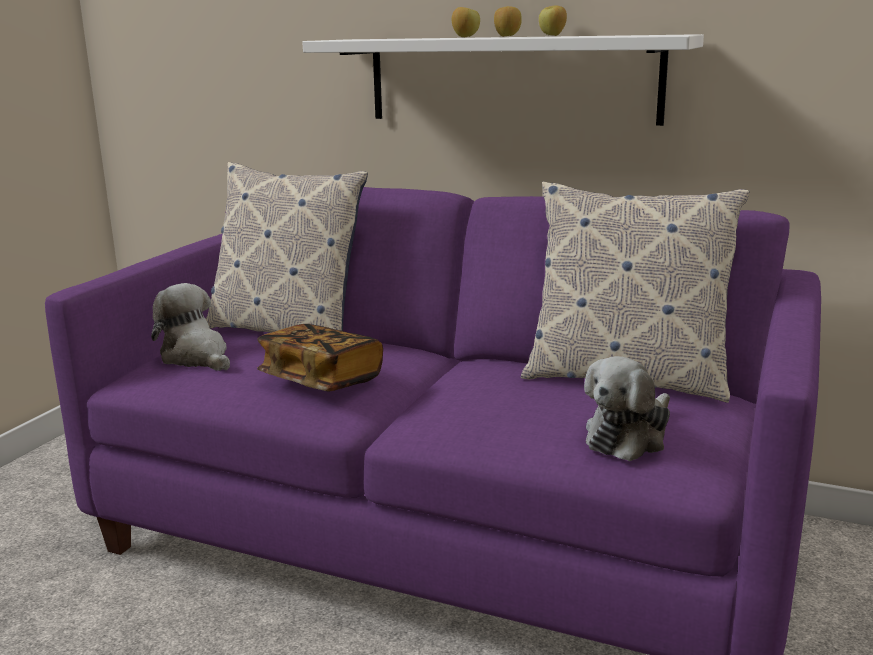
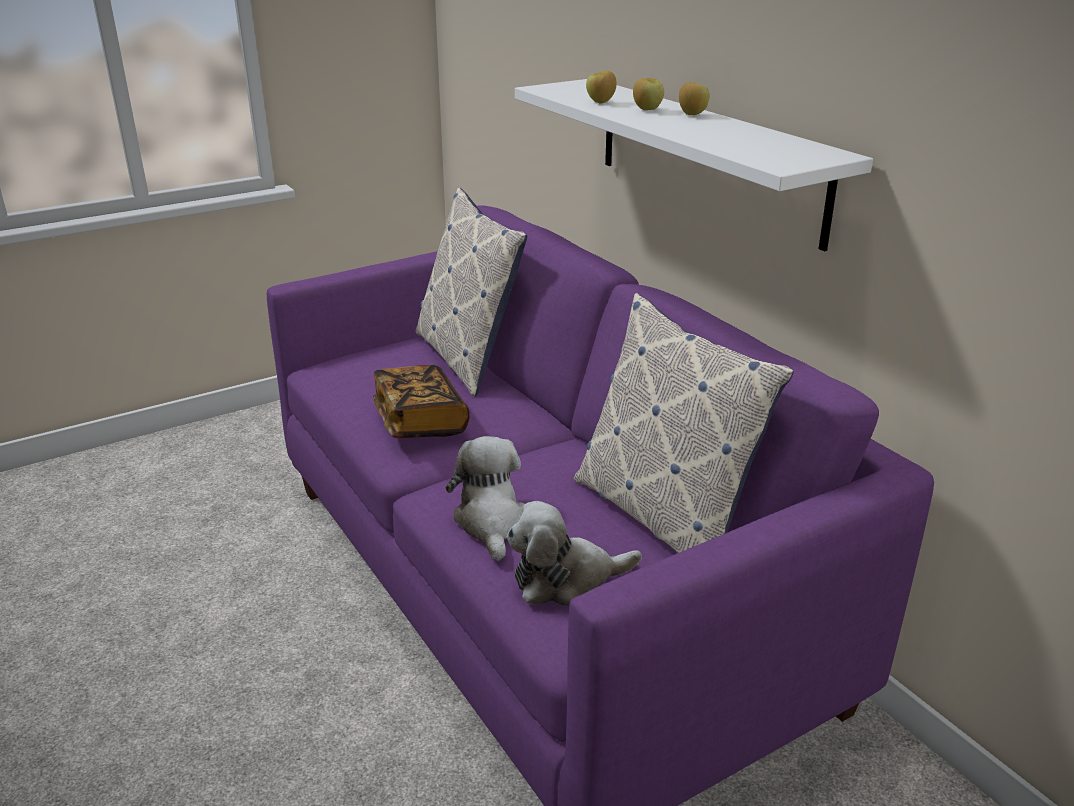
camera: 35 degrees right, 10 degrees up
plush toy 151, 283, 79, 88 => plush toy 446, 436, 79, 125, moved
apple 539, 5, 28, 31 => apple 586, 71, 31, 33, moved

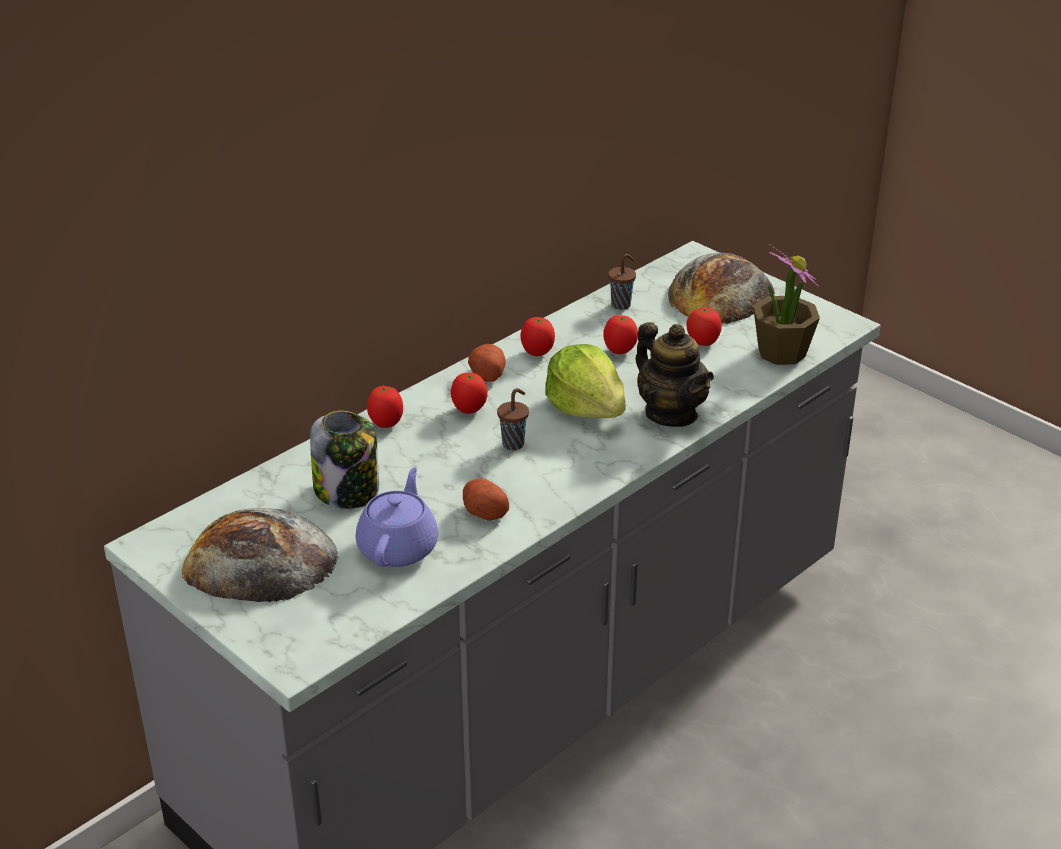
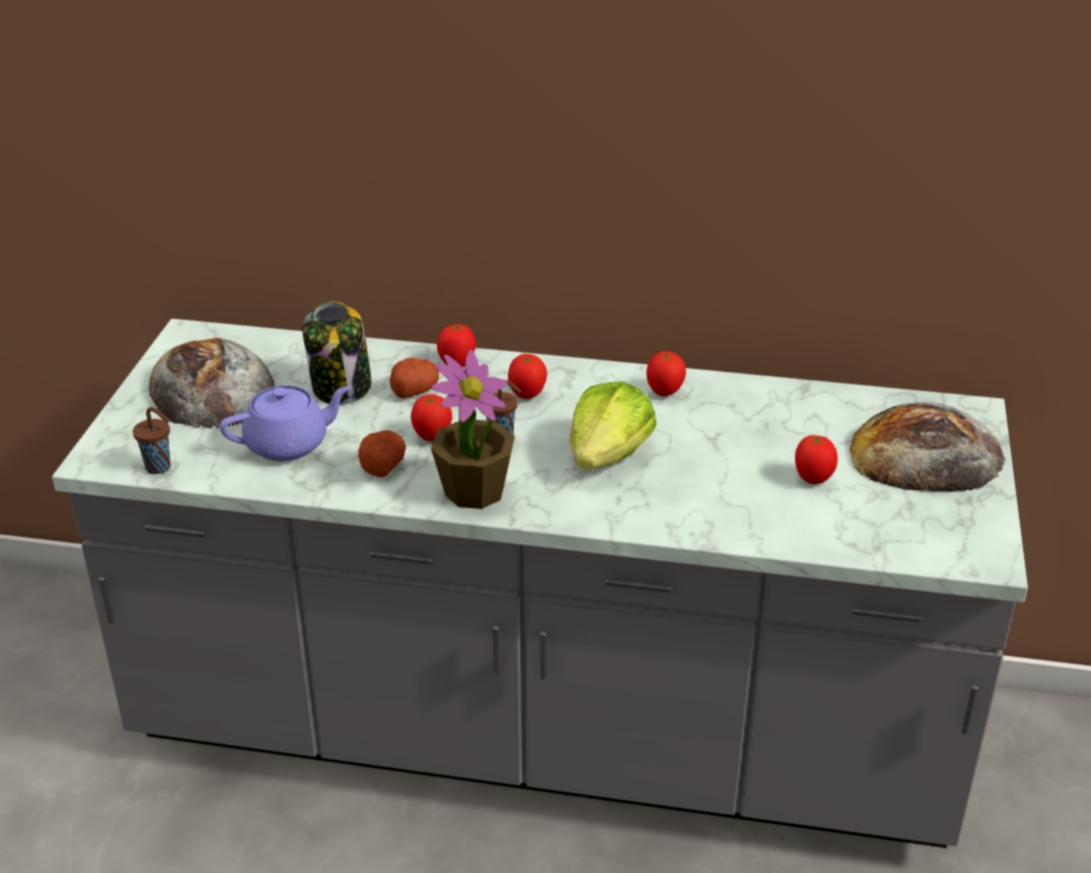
camera: 55 degrees right, 0 degrees up
spud 468, 344, 38, 38 => spud 390, 357, 49, 41, moved
whole tomato 603, 315, 35, 39 => whole tomato 411, 394, 41, 47, moved
brownish small cup 608, 254, 28, 56 => brownish small cup 133, 407, 38, 67, moved
tea pot 636, 322, 78, 105 => nothing
potted plant 753, 244, 67, 121 => potted plant 431, 350, 84, 159, moved

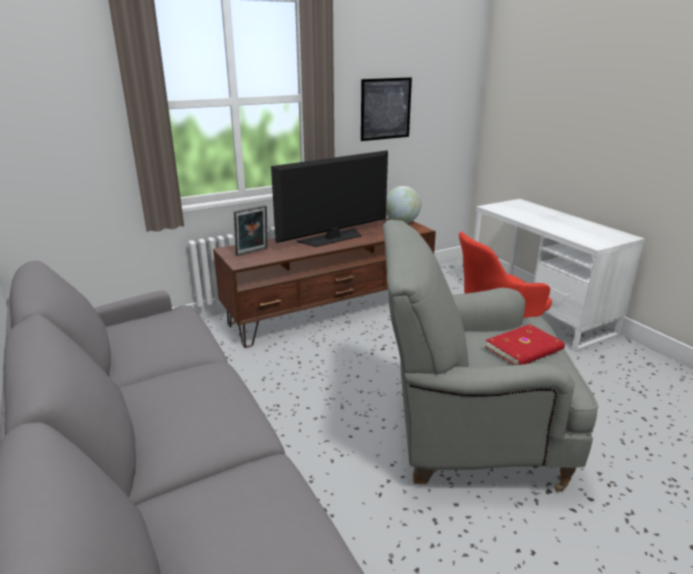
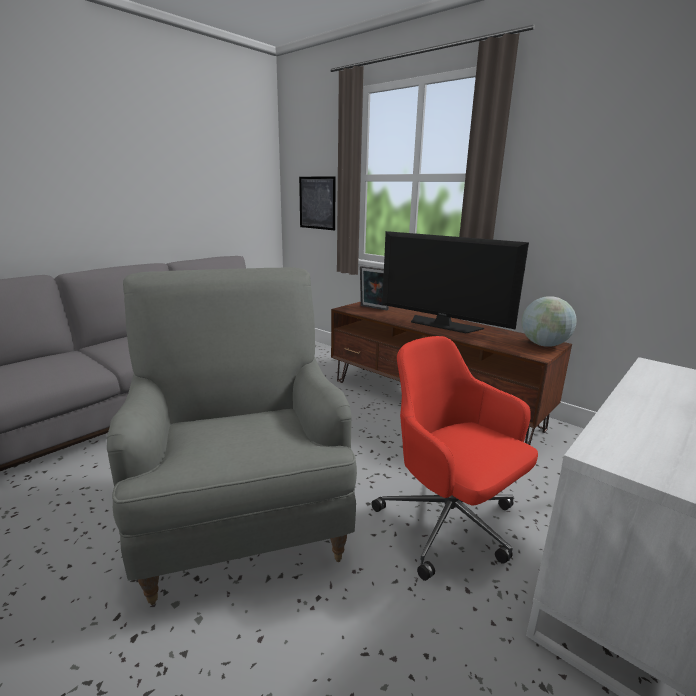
camera: 70 degrees right, 5 degrees down
wall picture 361, 77, 51, 64 => wall picture 299, 176, 37, 54, moved
red-coloured volume 485, 324, 80, 41 => nothing

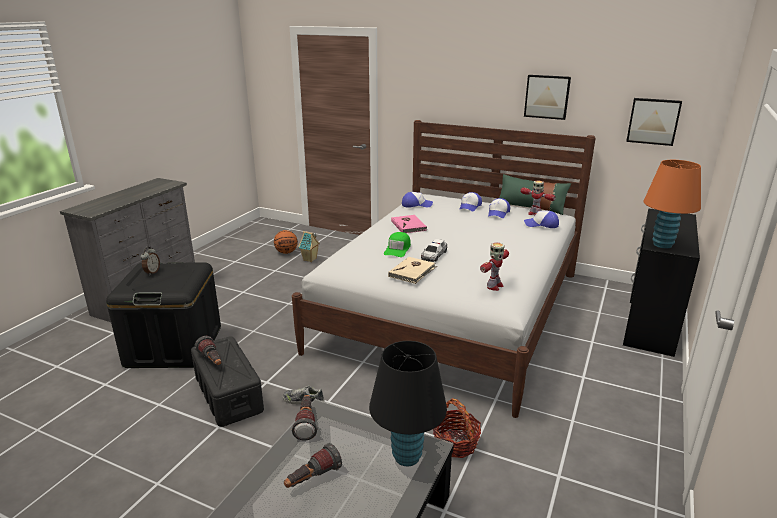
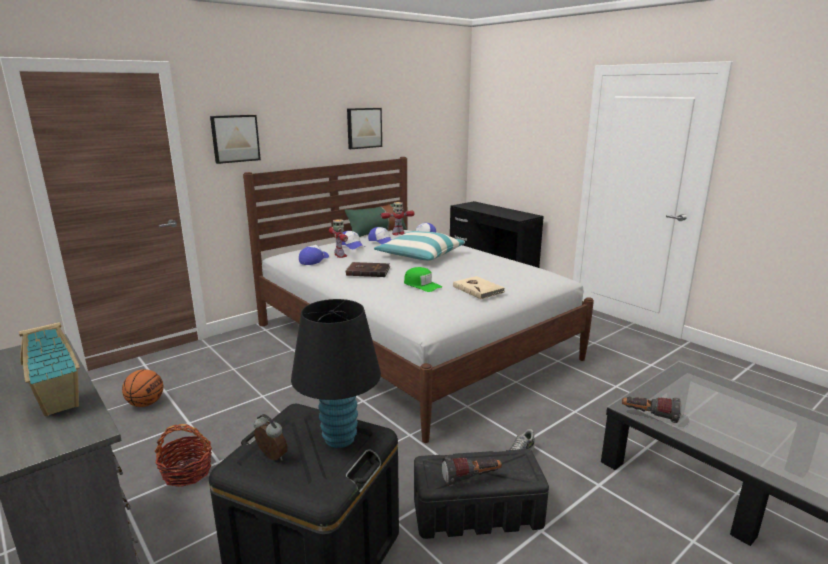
camera: 65 degrees left, 5 degrees down
torch 284, 443, 58, 45 => nothing
toy house 298, 231, 22, 31 => toy house 19, 322, 61, 94, moved
black table lamp 369, 341, 78, 125 => black table lamp 291, 299, 90, 149, moved
pinkish volume 391, 215, 36, 18 => brownish volume 346, 262, 44, 15
toy car 421, 239, 26, 23 => nothing
household basket 433, 398, 48, 60 => household basket 155, 424, 57, 63, moved
model robot 480, 242, 29, 49 => model robot 329, 219, 19, 39, moved
wall picture 626, 98, 56, 48 => wall picture 210, 115, 51, 49, moved
orange table lamp 644, 160, 57, 89 => nothing
nothing => pillow 374, 231, 91, 30

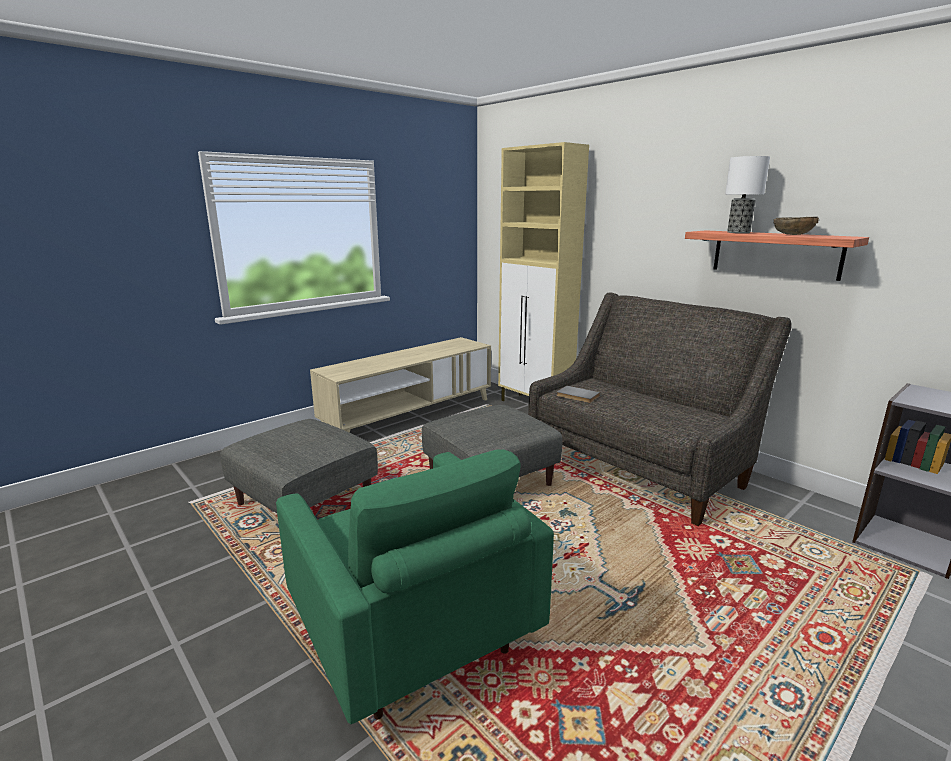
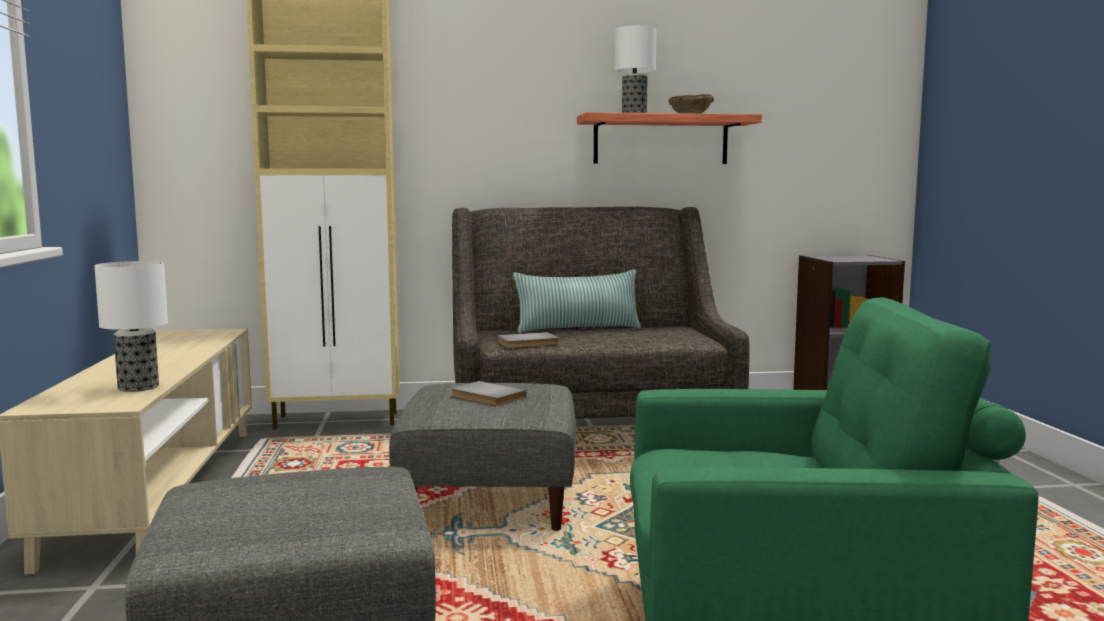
camera: 55 degrees left, 10 degrees down
nothing => table lamp 94, 261, 74, 131
nothing => gray volume 451, 381, 76, 25
nothing => pillow 513, 269, 128, 65

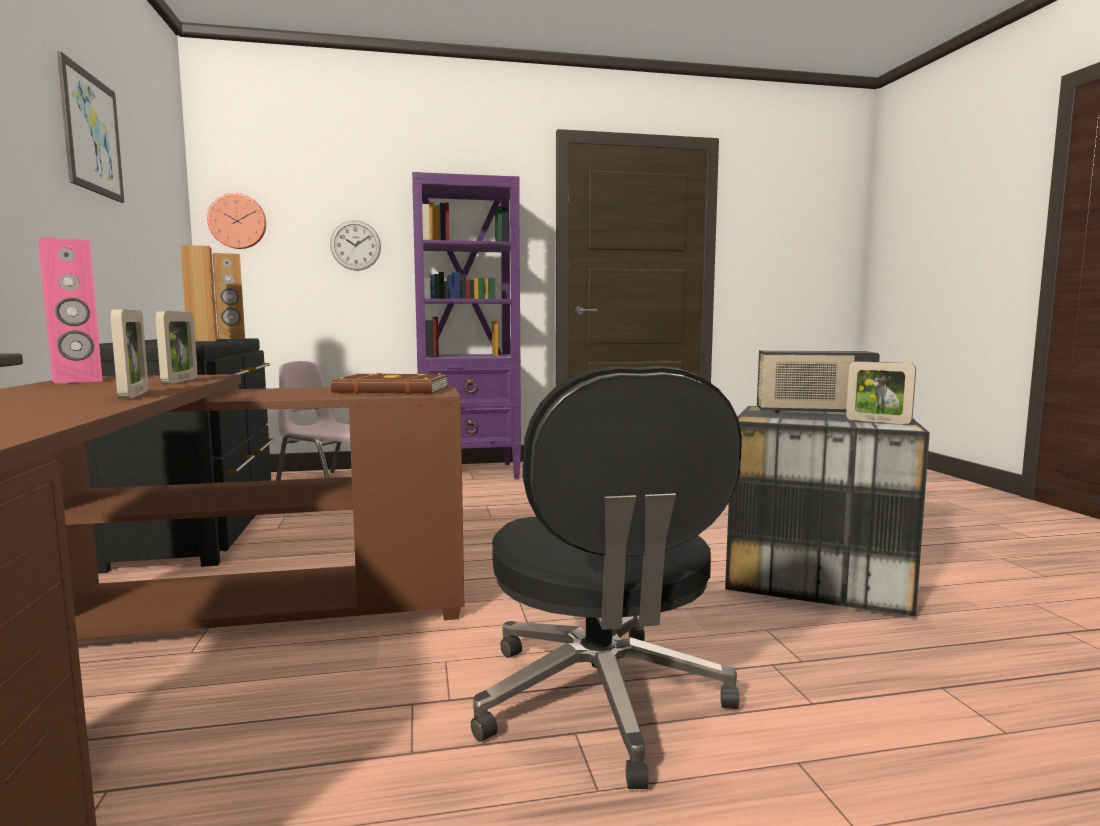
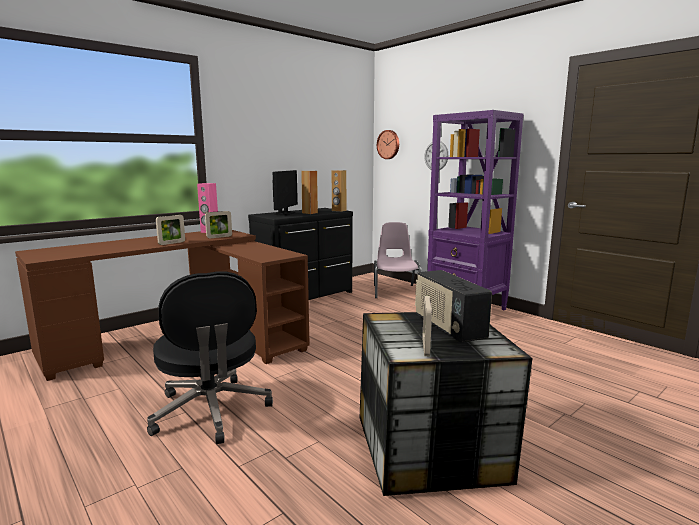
camera: 60 degrees right, 5 degrees up
wall picture 57, 51, 67, 152 => nothing
brownish volume 331, 373, 117, 21 => nothing
black computer chair 471, 366, 271, 423 => black computer chair 147, 271, 126, 173, 75 degrees counterclockwise
nothing => computer display 273, 170, 25, 45

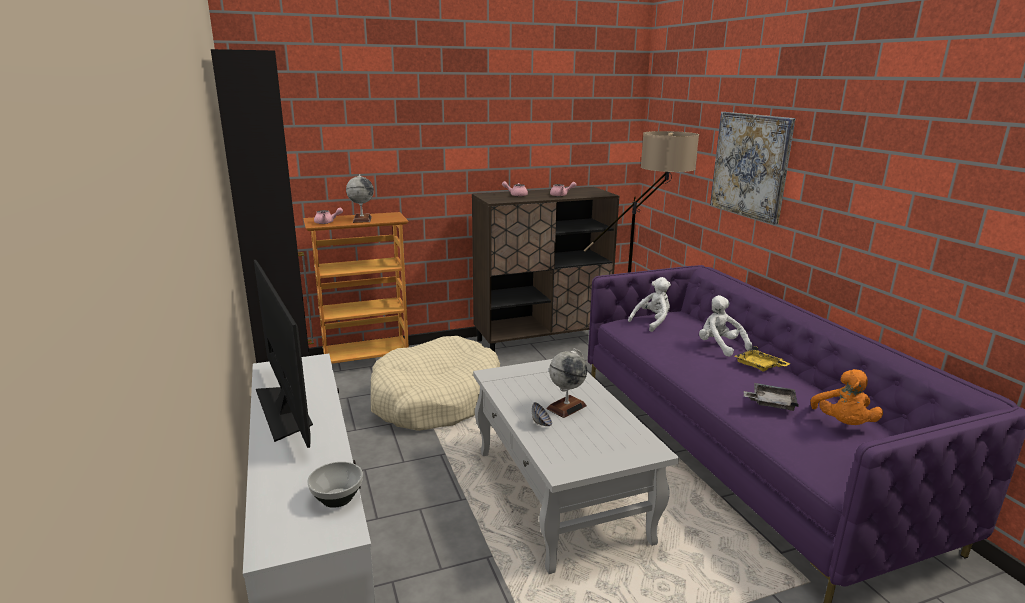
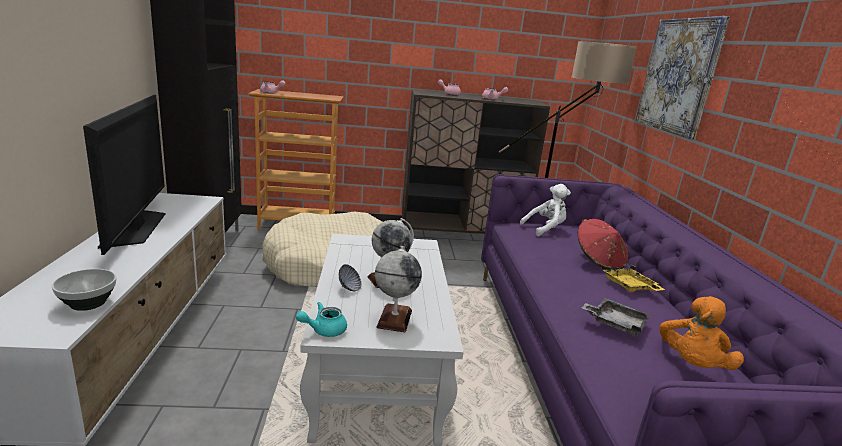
camera: 15 degrees right, 0 degrees up
desk globe 346, 174, 28, 49 => desk globe 375, 246, 47, 86, moved
white plush toy 699, 295, 53, 62 => red-coloured clothing hat 578, 219, 50, 51
nothing => blue-green tea pot 296, 302, 51, 35

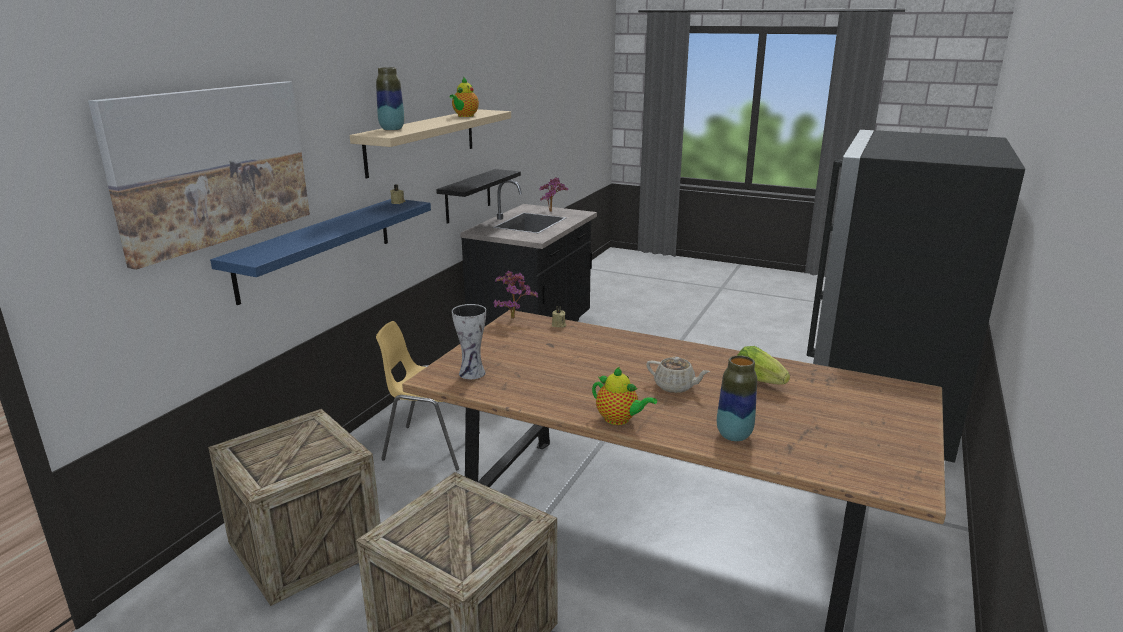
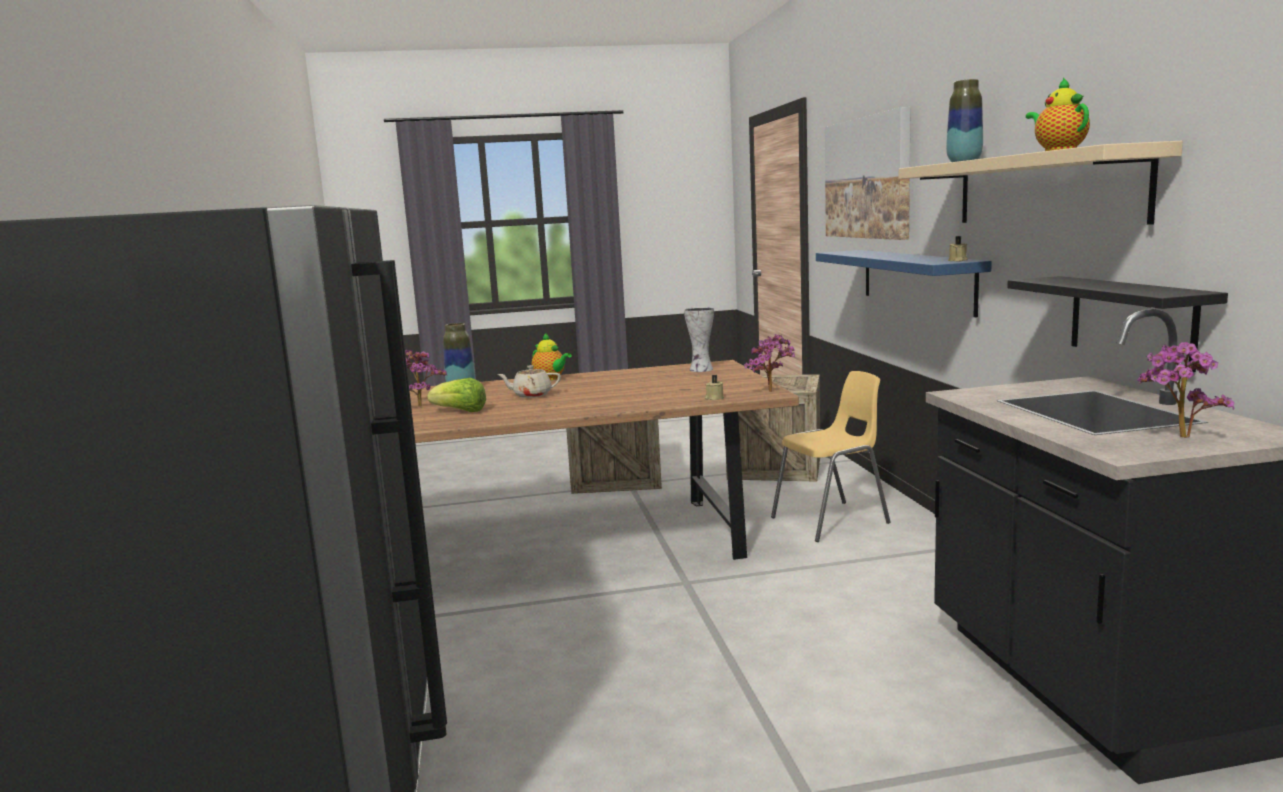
camera: 145 degrees right, 10 degrees down
tea pot 592, 367, 65, 58 => tea pot 532, 333, 40, 47, 135 degrees counterclockwise
nothing => potted plant 405, 350, 42, 57

